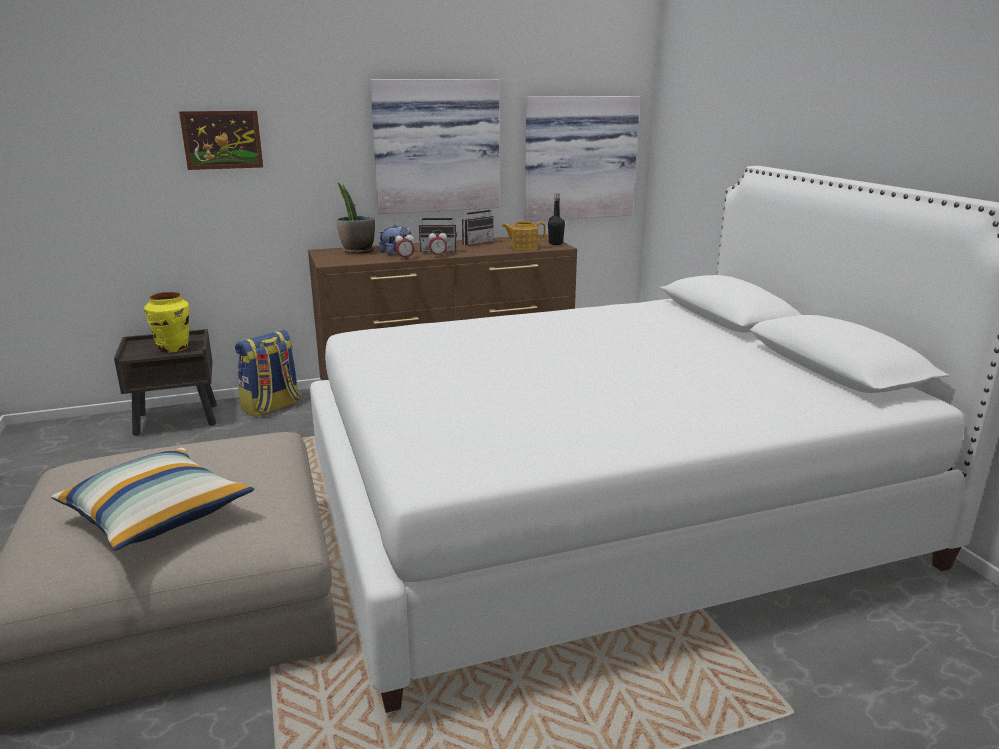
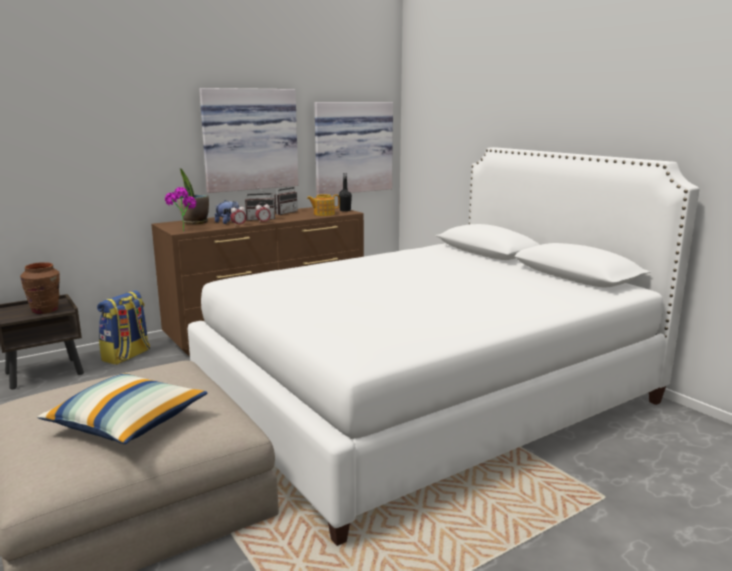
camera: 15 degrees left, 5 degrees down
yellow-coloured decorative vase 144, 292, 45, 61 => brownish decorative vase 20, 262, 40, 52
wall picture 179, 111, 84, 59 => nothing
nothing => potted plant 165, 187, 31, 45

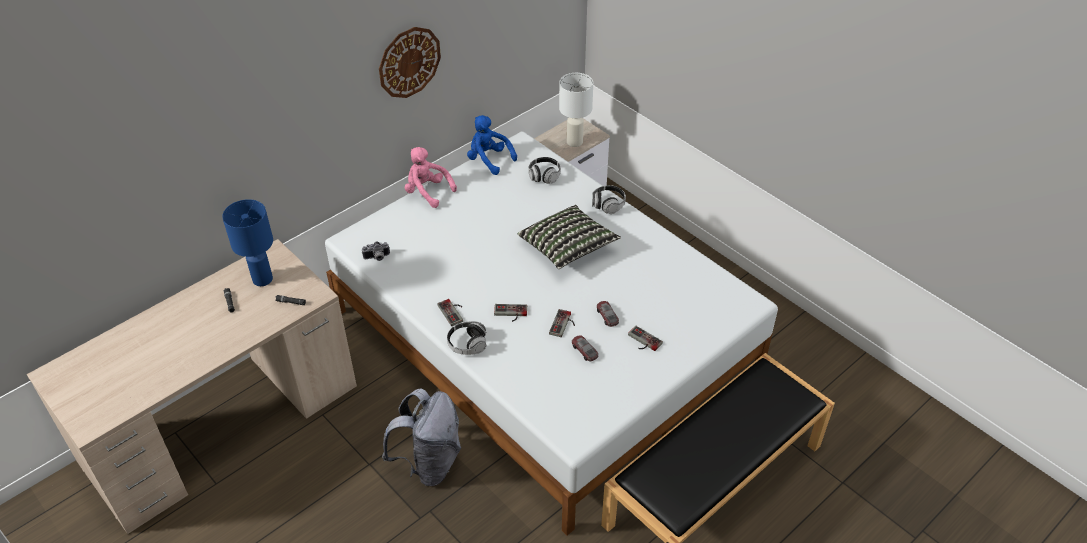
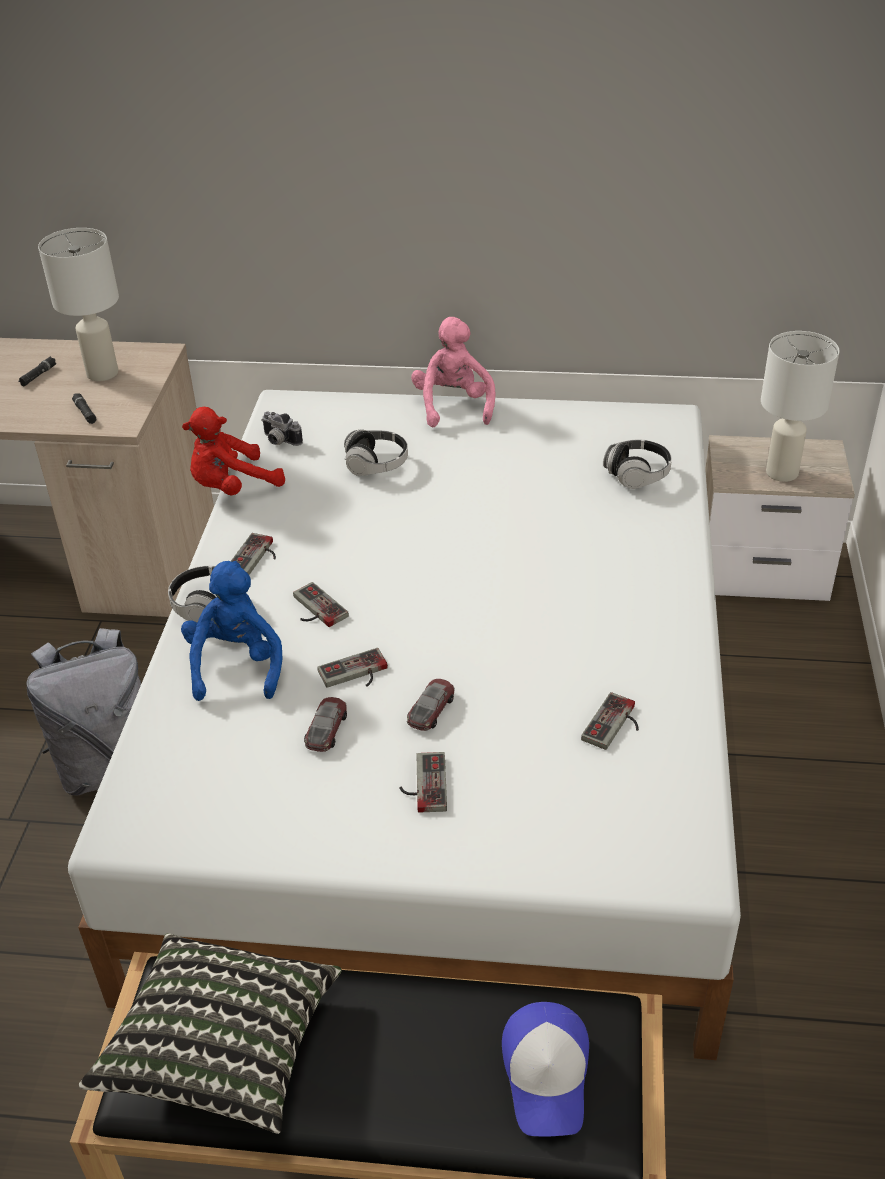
camera: 50 degrees right, 5 degrees down
blue table lamp 222, 199, 51, 87 => white table lamp 38, 228, 81, 153
wall clock 379, 27, 62, 71 => nothing
blue plush toy 467, 115, 50, 60 => blue plush toy 181, 561, 101, 140, moved
pillow 518, 205, 103, 64 => pillow 79, 933, 263, 201, moved
headphones 592, 185, 34, 29 => headphones 344, 429, 64, 47, moved
nothing => red-coloured plush toy 182, 407, 103, 88
nothing => peaked cap 502, 1002, 87, 135
nothing => game controller 581, 692, 58, 58

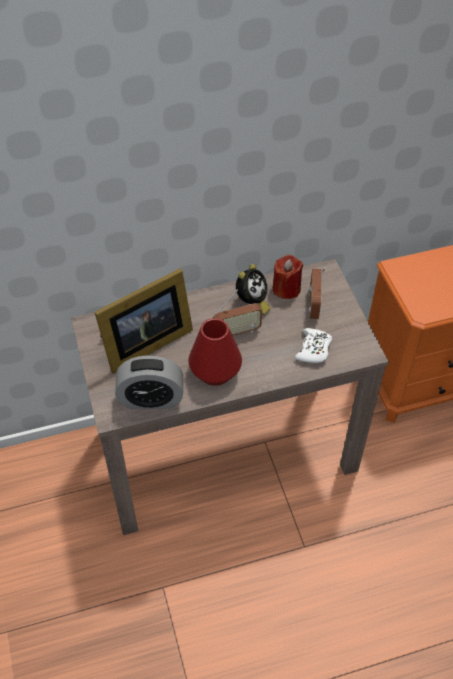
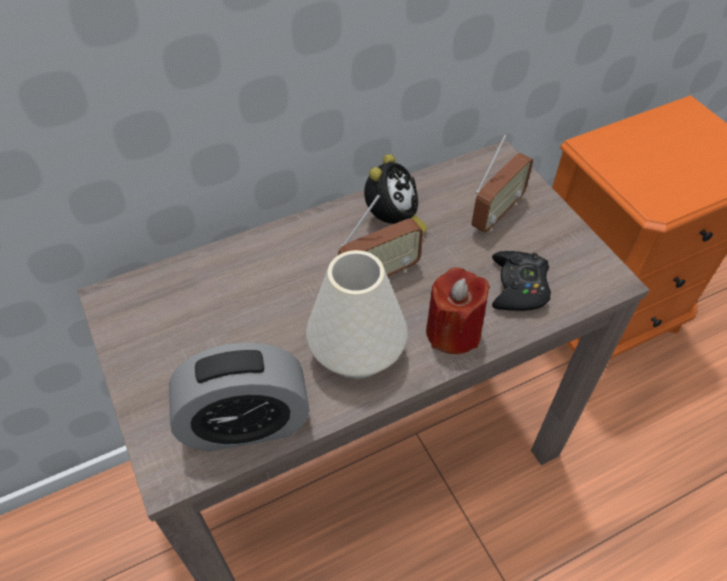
camera: 10 degrees left, 0 degrees up
photo frame 94, 268, 99, 106 => nothing
red-coloured decorative vase 188, 318, 54, 68 => white decorative vase 306, 250, 101, 129
red-coloured wax candle 273, 255, 30, 44 => red-coloured wax candle 426, 268, 64, 86, moved
white game controller 295, 328, 37, 35 => black game controller 492, 251, 59, 60
radio receiver 309, 268, 17, 51 => radio receiver 471, 134, 62, 99, 135 degrees counterclockwise

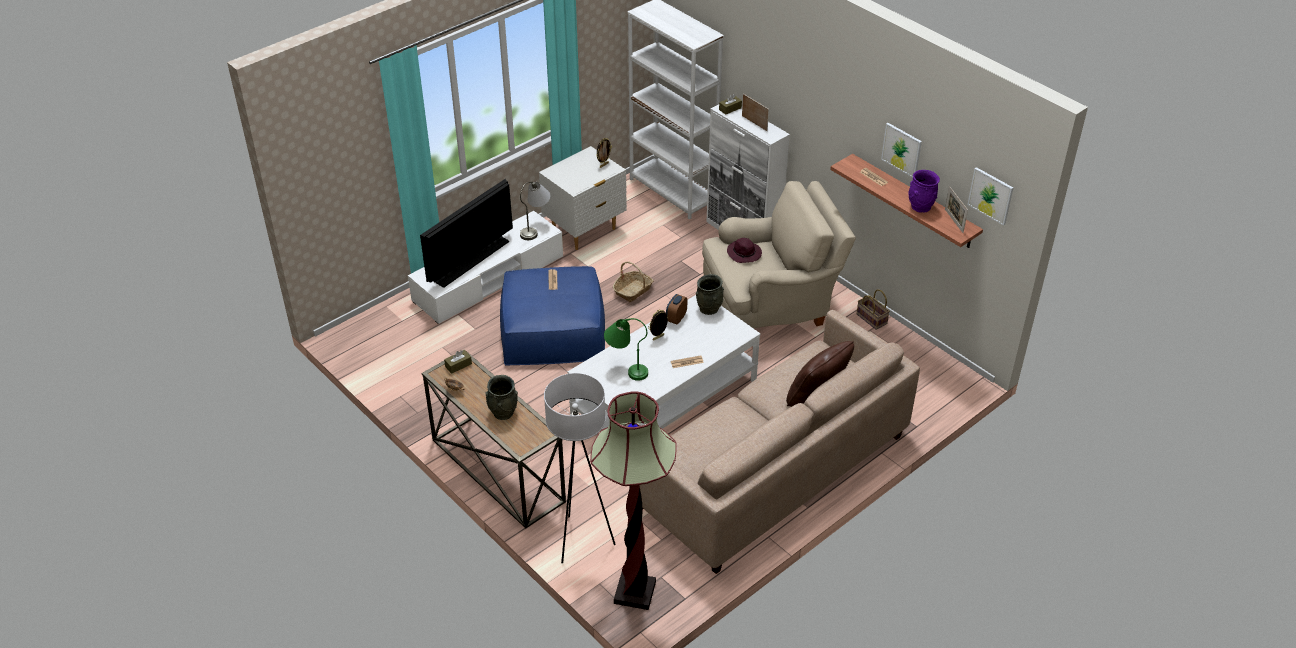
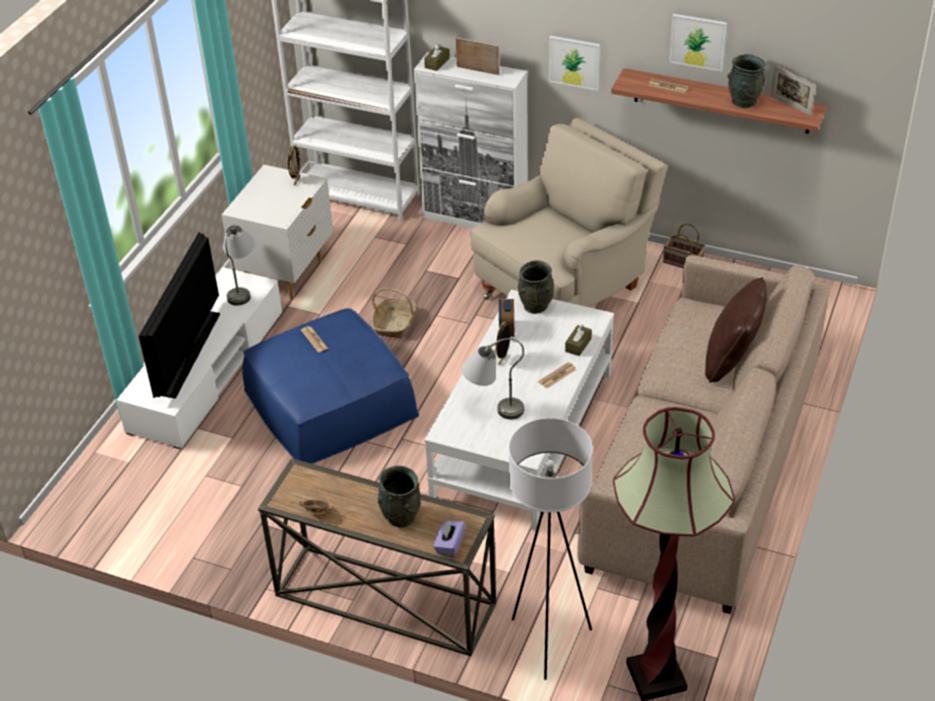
camera: 25 degrees left, 0 degrees up
brownish tissue box 444, 350, 28, 24 => brownish tissue box 565, 325, 27, 31, moved
greenish table lamp 604, 318, 44, 63 => gray table lamp 461, 338, 63, 81
purple clothing hat 727, 238, 35, 25 => nothing
purple decorative vase 908, 170, 32, 43 => gray decorative vase 728, 54, 38, 54
wall picture 967, 167, 46, 59 => wall picture 549, 36, 51, 55, moved
nothing => purple tissue box 433, 521, 32, 37

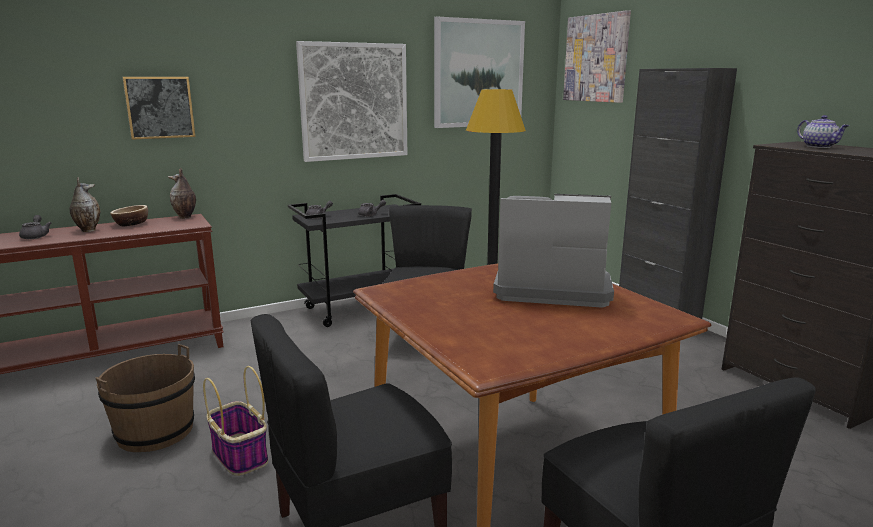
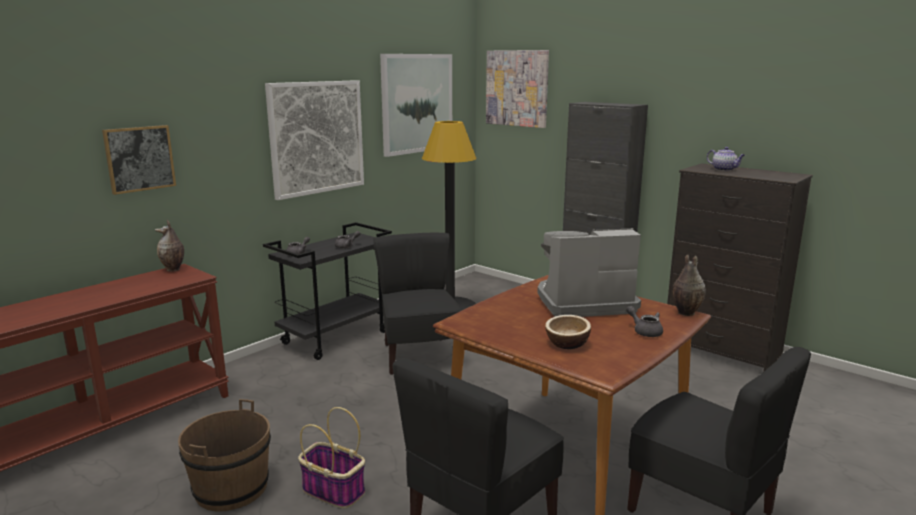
camera: 20 degrees left, 0 degrees up
gray tea pot 19, 215, 32, 24 => gray tea pot 626, 306, 37, 31, moved
decorative vase 70, 177, 30, 55 => decorative vase 673, 255, 33, 61, moved
serving bowl 110, 205, 38, 21 => serving bowl 545, 315, 46, 34, moved

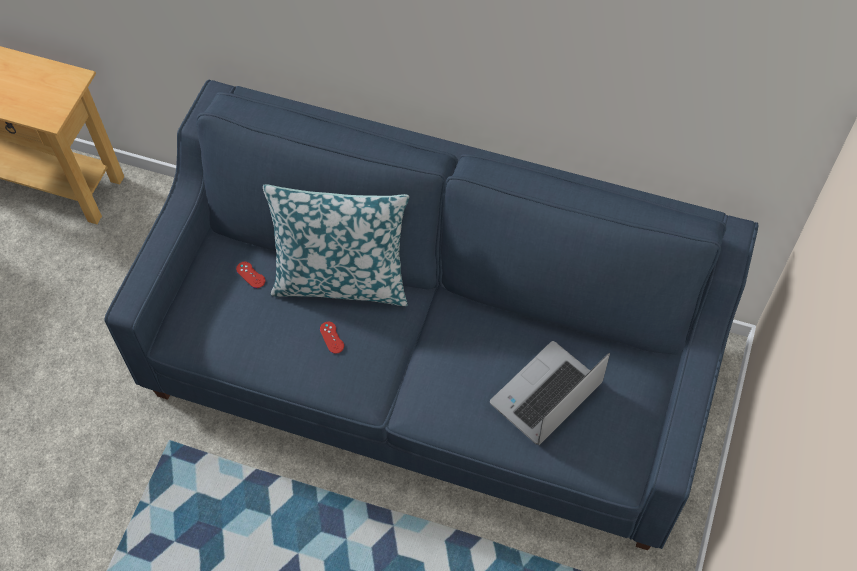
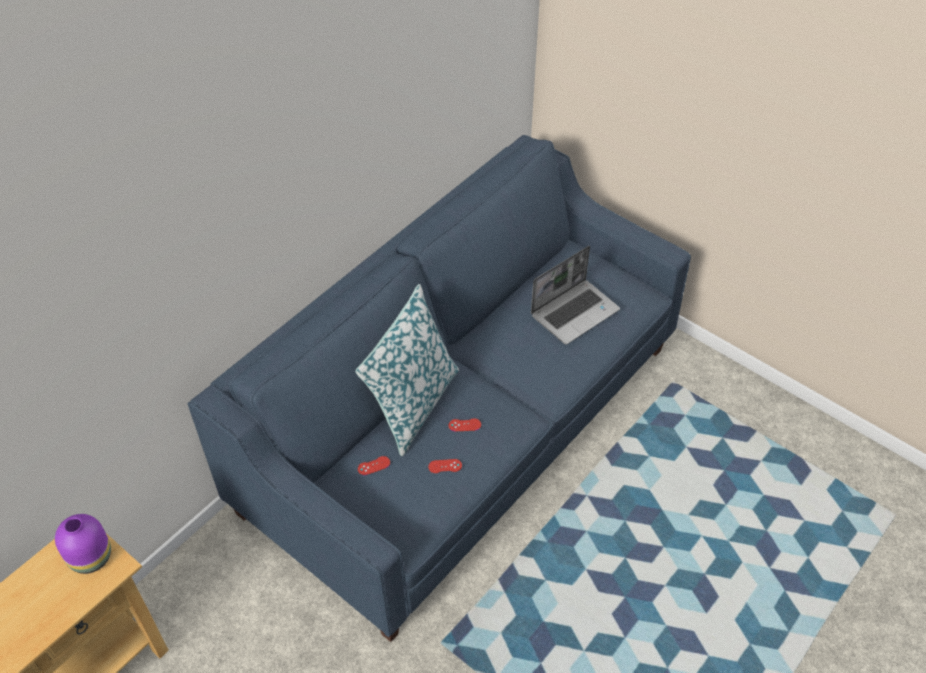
camera: 70 degrees left, 10 degrees down
notebook computer 490, 341, 120, 104 => notebook computer 531, 246, 89, 98, 105 degrees counterclockwise
nothing => purple decorative vase 55, 514, 56, 60
nothing => red-coloured game controller 428, 459, 34, 14

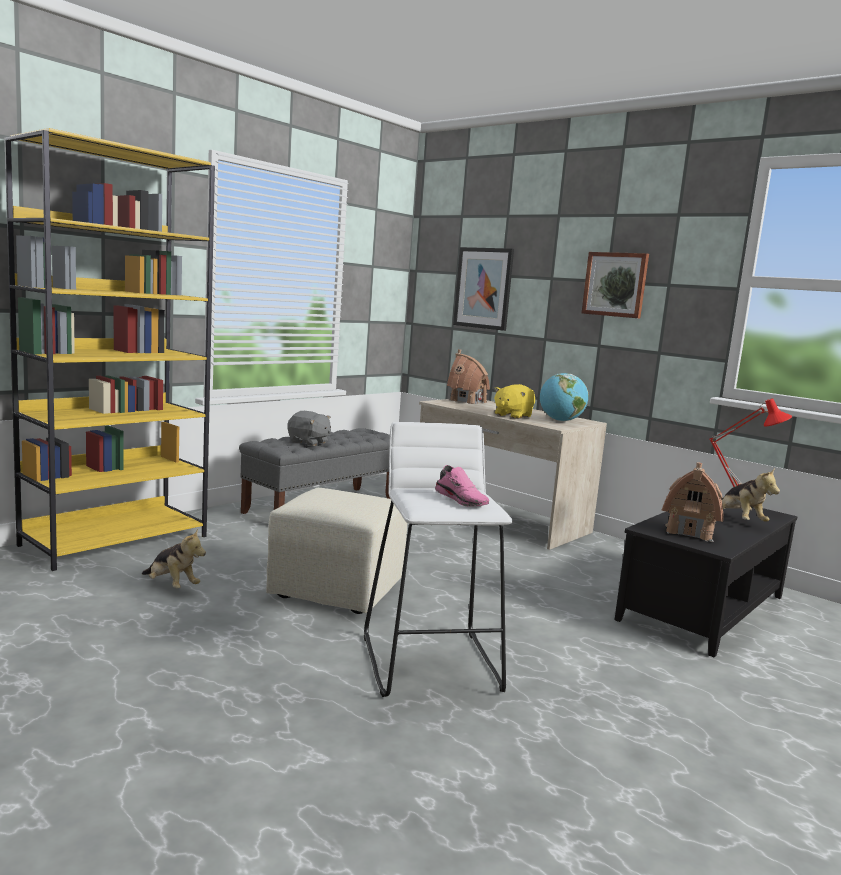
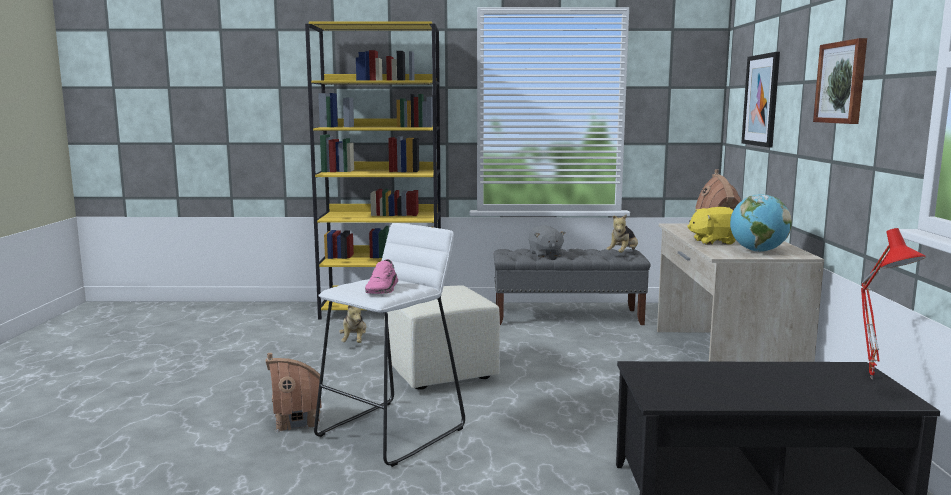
camera: 50 degrees right, 0 degrees up
toy house 662, 462, 61, 80 => toy house 266, 353, 56, 79, moved
plush toy 721, 468, 59, 54 => plush toy 606, 214, 32, 39, moved

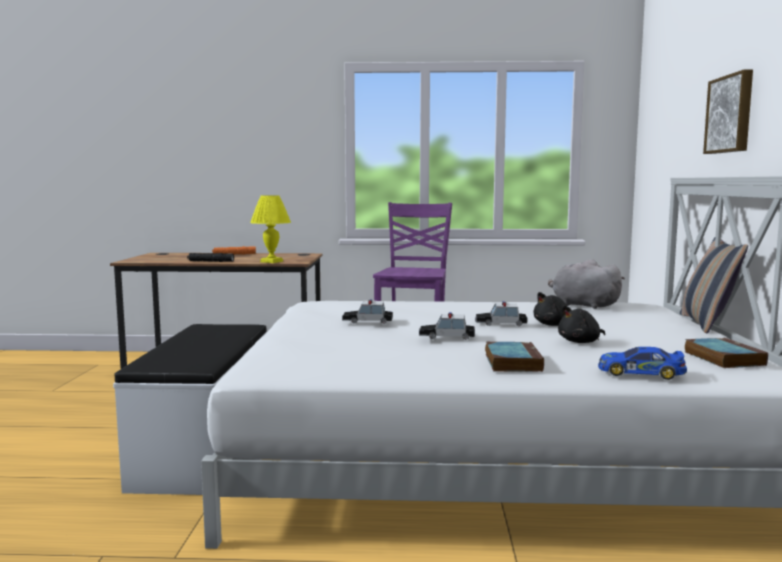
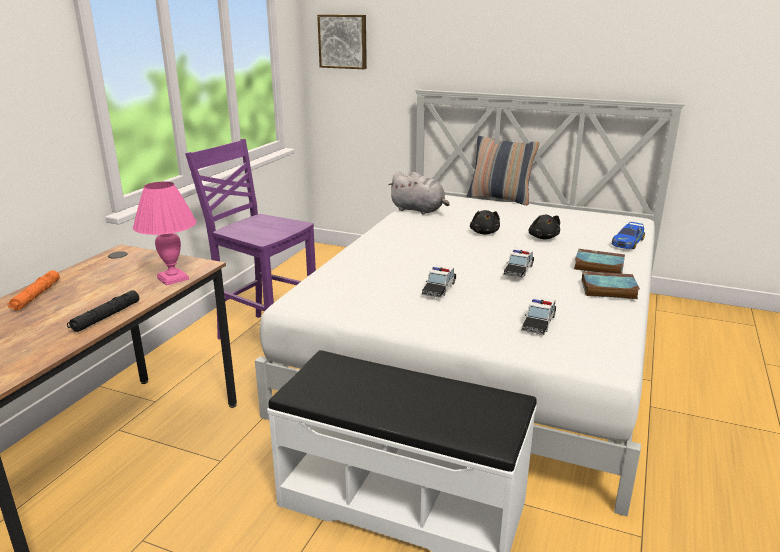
camera: 70 degrees left, 15 degrees up
yellow-coloured table lamp 250, 195, 41, 68 => pinkish table lamp 133, 182, 64, 104
toy car 475, 301, 52, 25 => toy car 521, 296, 35, 39, moved
gray plush toy 548, 259, 77, 50 => gray plush toy 388, 172, 62, 43, 120 degrees counterclockwise
volume 685, 338, 83, 30 => volume 582, 271, 58, 28, moved
wall picture 703, 69, 50, 85 => wall picture 317, 14, 50, 55, moved

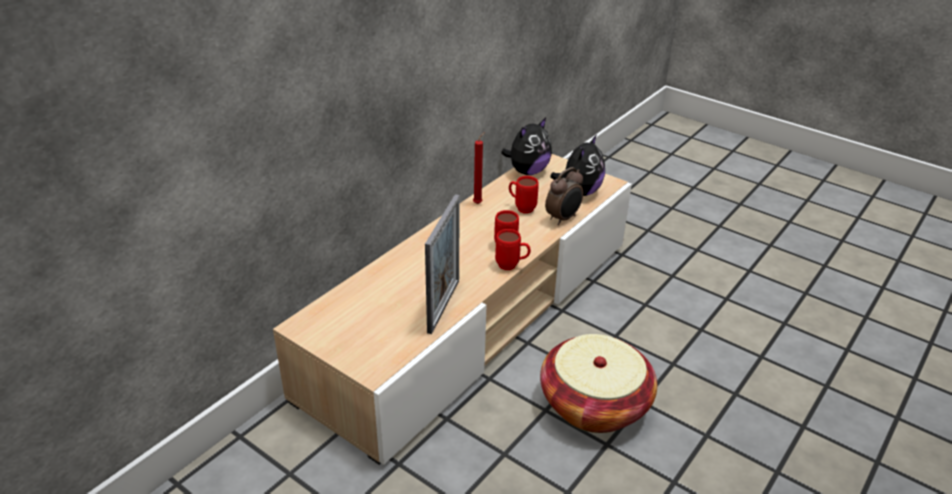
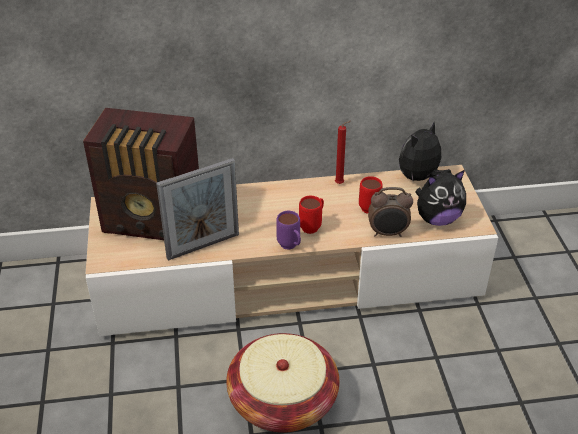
camera: 45 degrees right, 5 degrees up
red-coloured coffee mug 495, 229, 36, 41 => purple coffee mug 276, 211, 25, 39
plush toy 501, 118, 51, 57 => plush toy 399, 122, 52, 59, 135 degrees clockwise
nothing => radio receiver 83, 108, 116, 132

